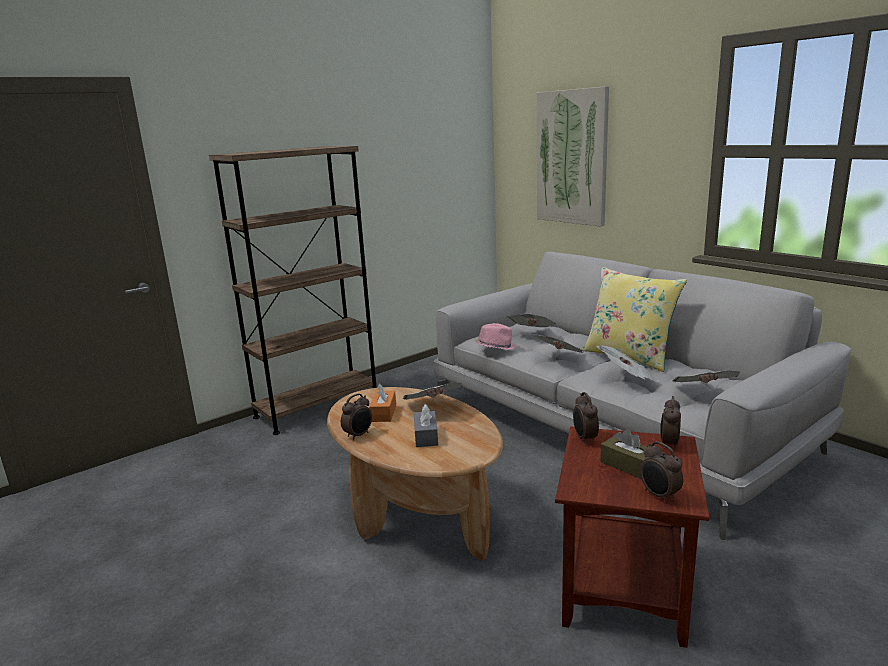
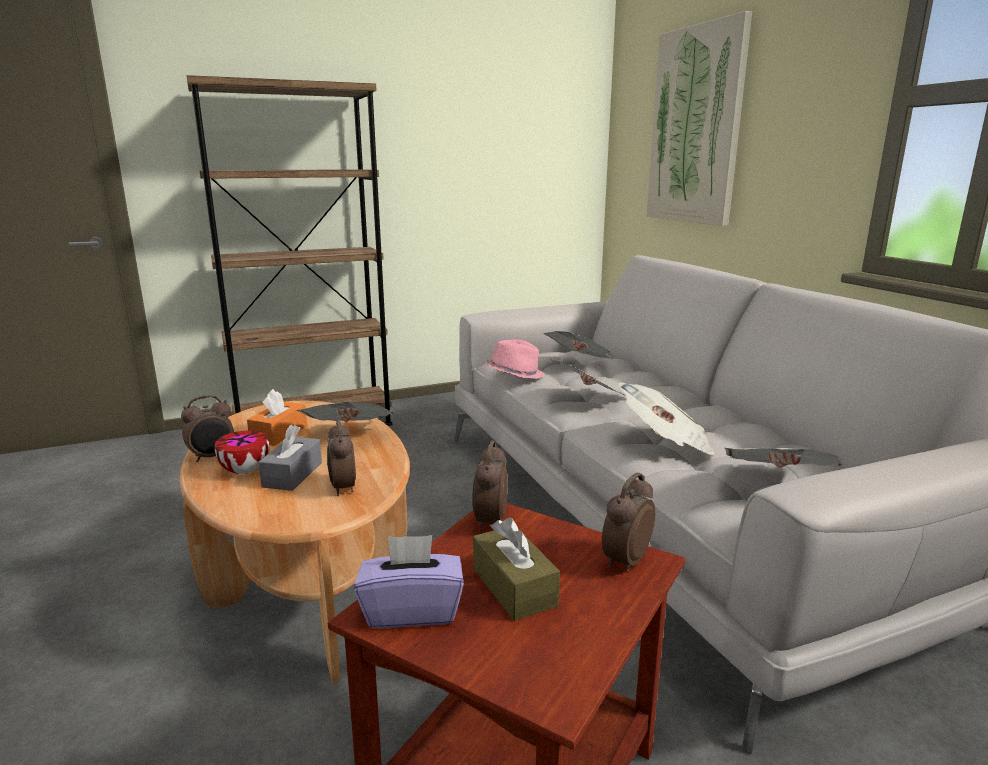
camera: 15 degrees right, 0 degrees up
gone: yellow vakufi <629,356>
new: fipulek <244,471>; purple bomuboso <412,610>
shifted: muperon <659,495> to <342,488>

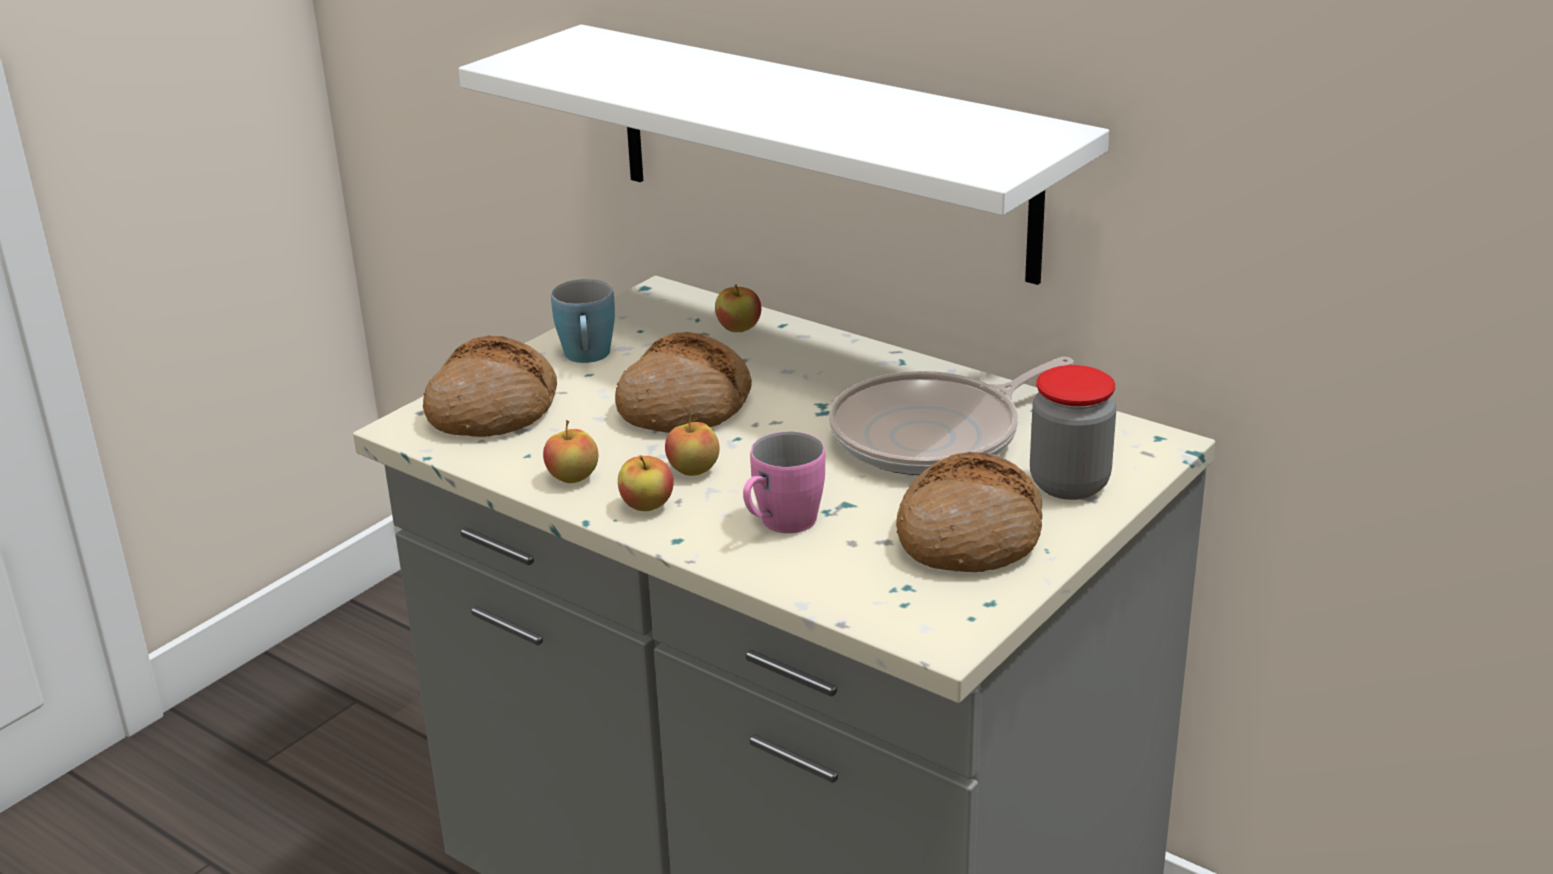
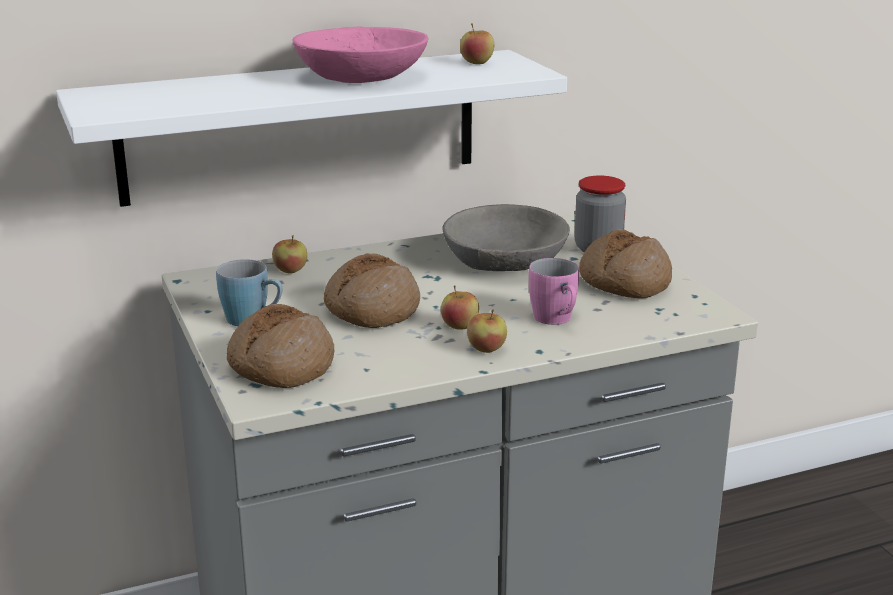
camera: 60 degrees left, 5 degrees down
new: pink fipulek <361,77>
shifted: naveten <572,478> to <476,63>
swapped: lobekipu <934,436> to grey fipulek <505,261>

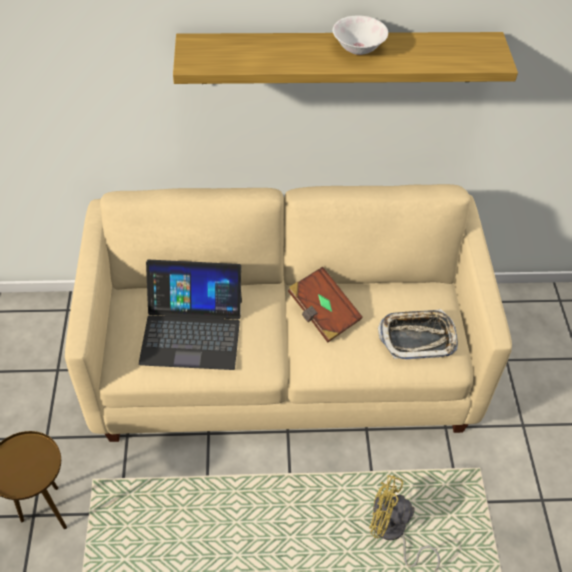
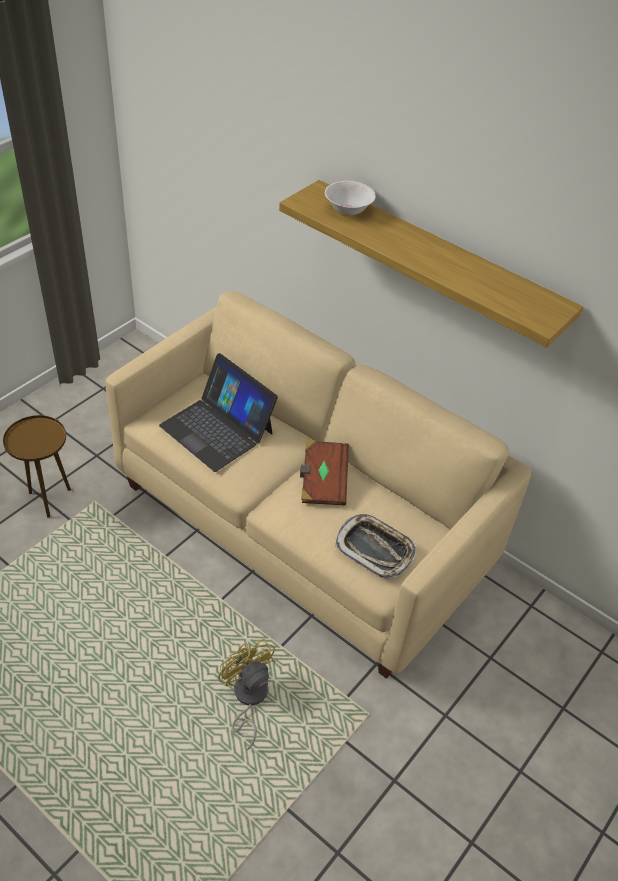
camera: 40 degrees right, 5 degrees down
shifted: white fipulek <358,48> to <348,210>

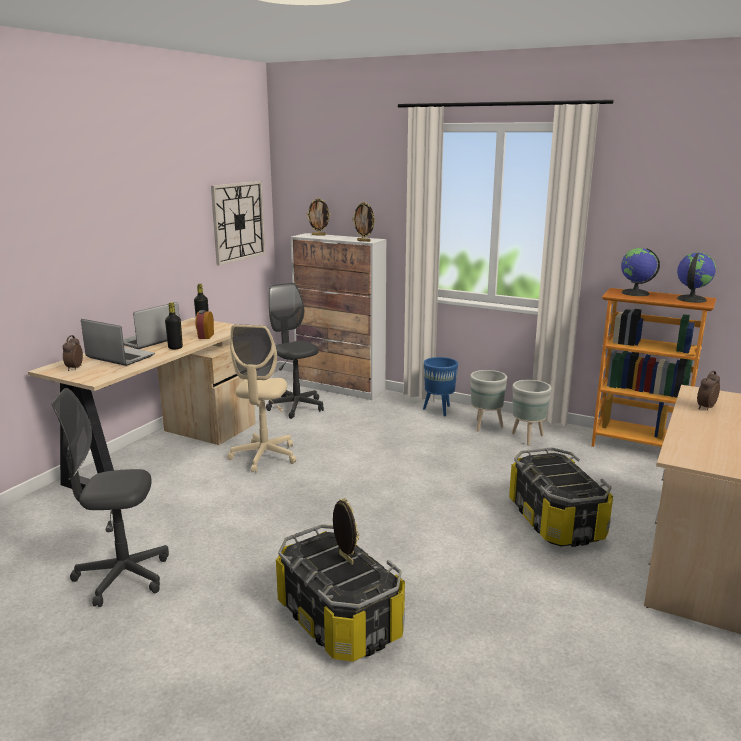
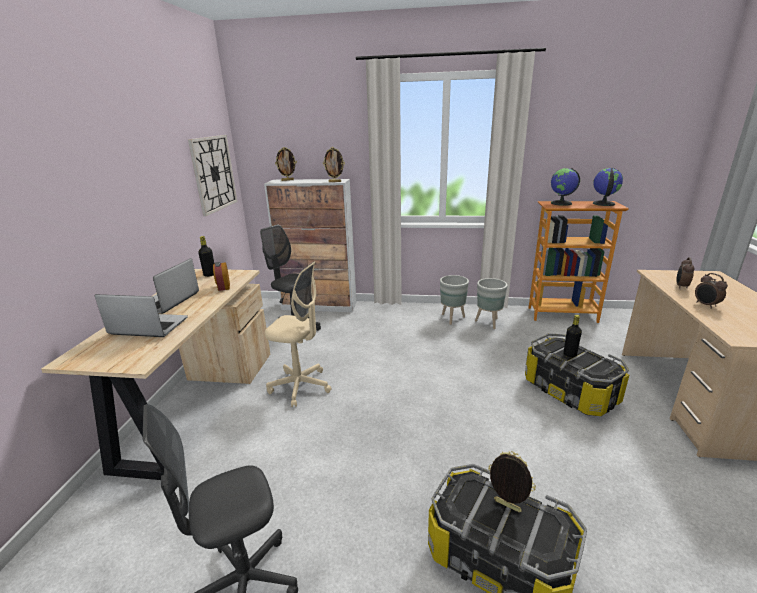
camera: 20 degrees left, 5 degrees up
gone: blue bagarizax <438,410>
shifted: muperon <74,368> to <705,305>; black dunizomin <175,348> to <569,354>
rotated: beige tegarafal <264,457> = <300,386> 60 degrees counterclockwise

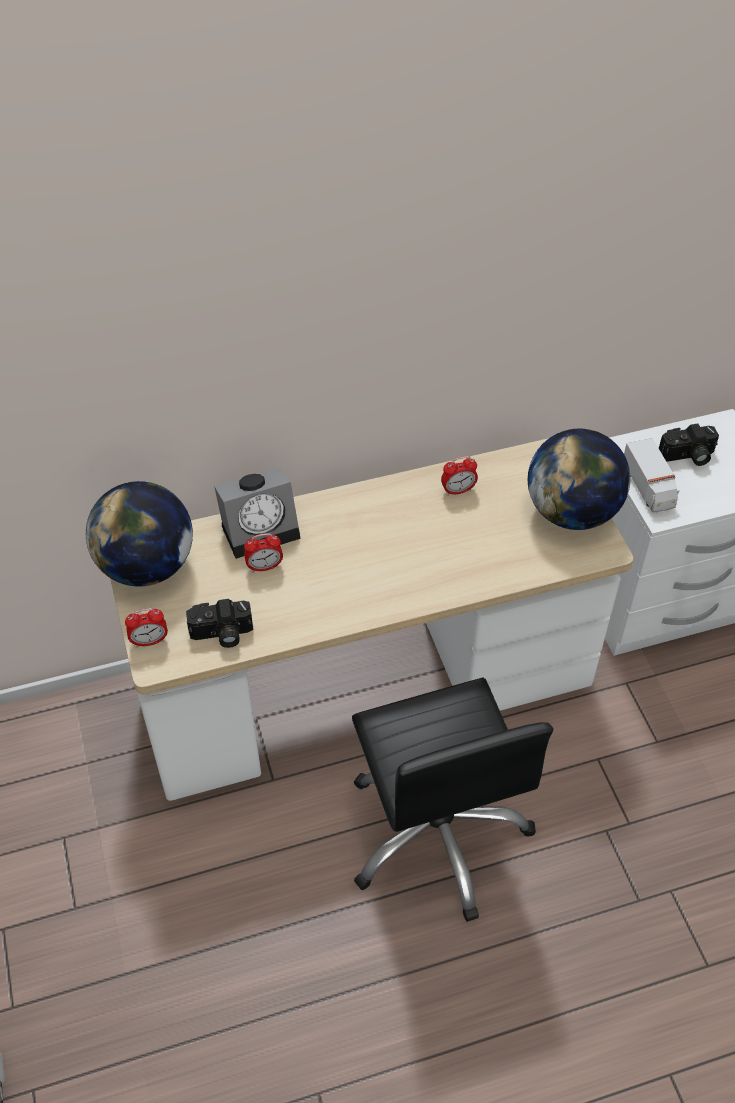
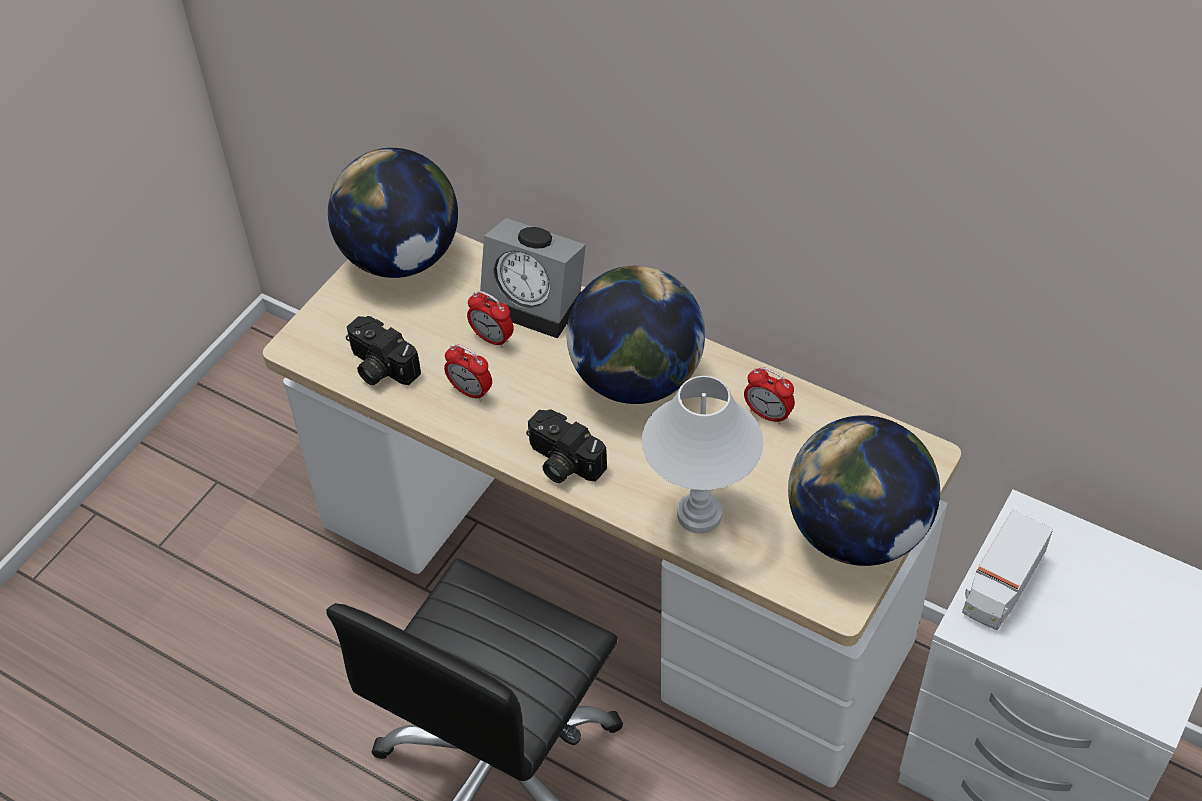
camera: 50 degrees right, 0 degrees up
new: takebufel <636,379>; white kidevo <698,515>
shifted: muperon <149,641> to <470,391>; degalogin <687,456> to <561,462>

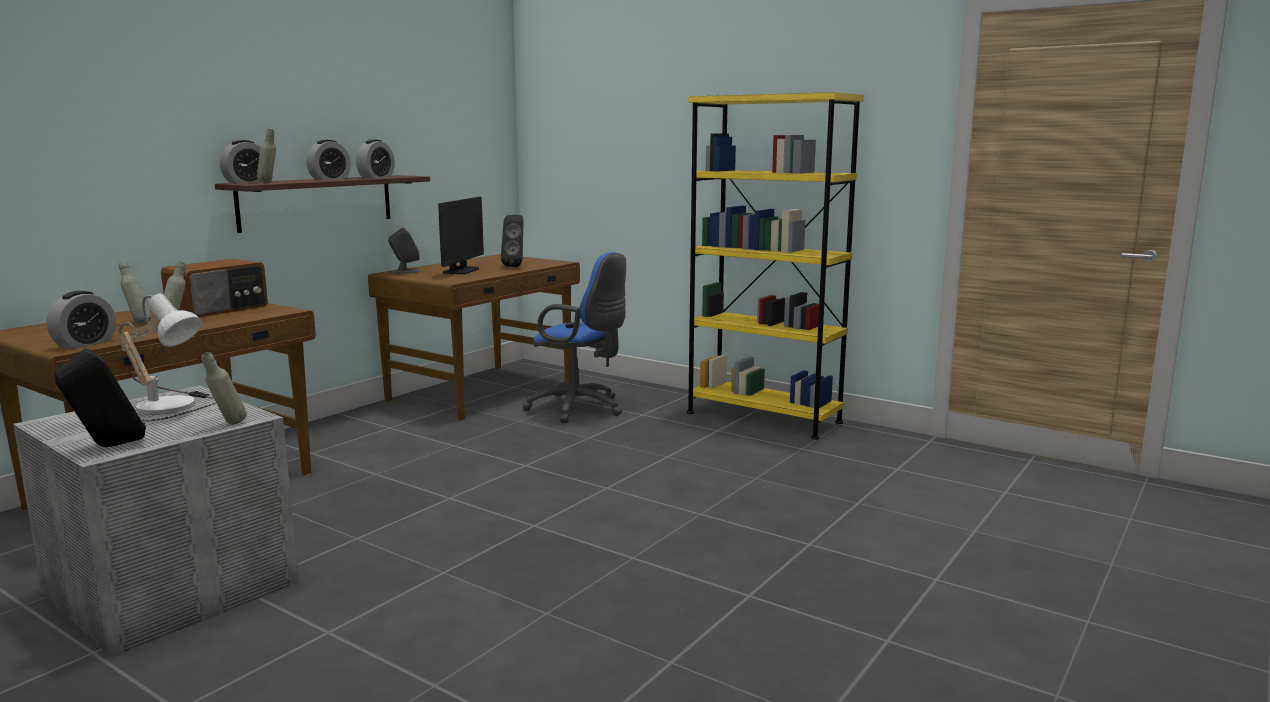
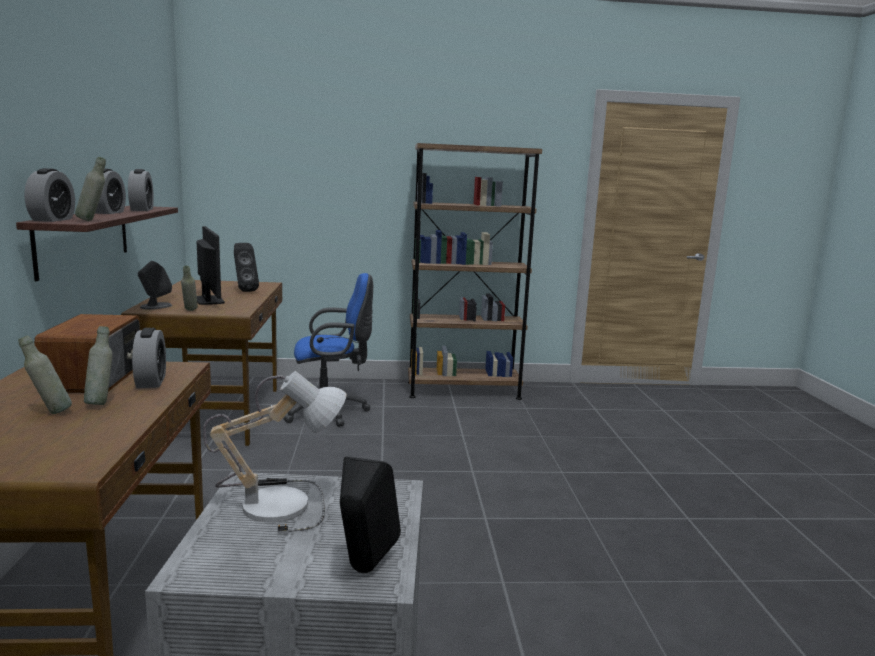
camera: 40 degrees left, 0 degrees up
shifted: muperon <85,344> to <151,381>; grey dunizomin <228,425> to <190,311>
repainted: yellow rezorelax <763,417> to brown rezorelax <463,390>

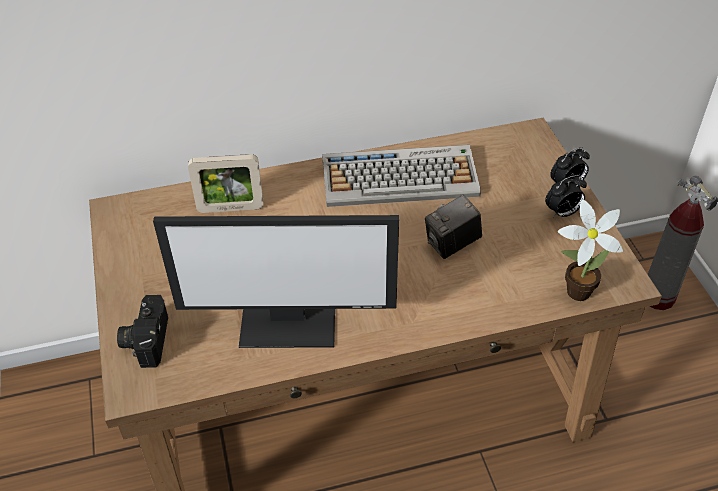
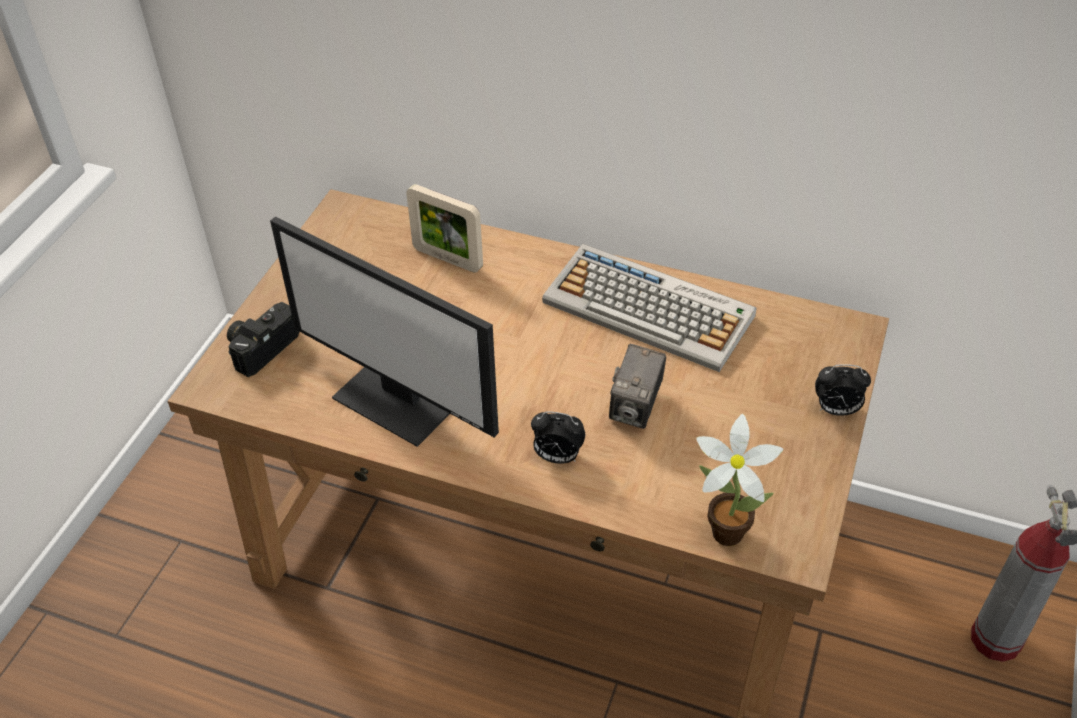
camera: 35 degrees right, 0 degrees up
shifted: muperon <562,213> to <557,457>
rotated: degalogin <452,245> = <635,408> 75 degrees counterclockwise

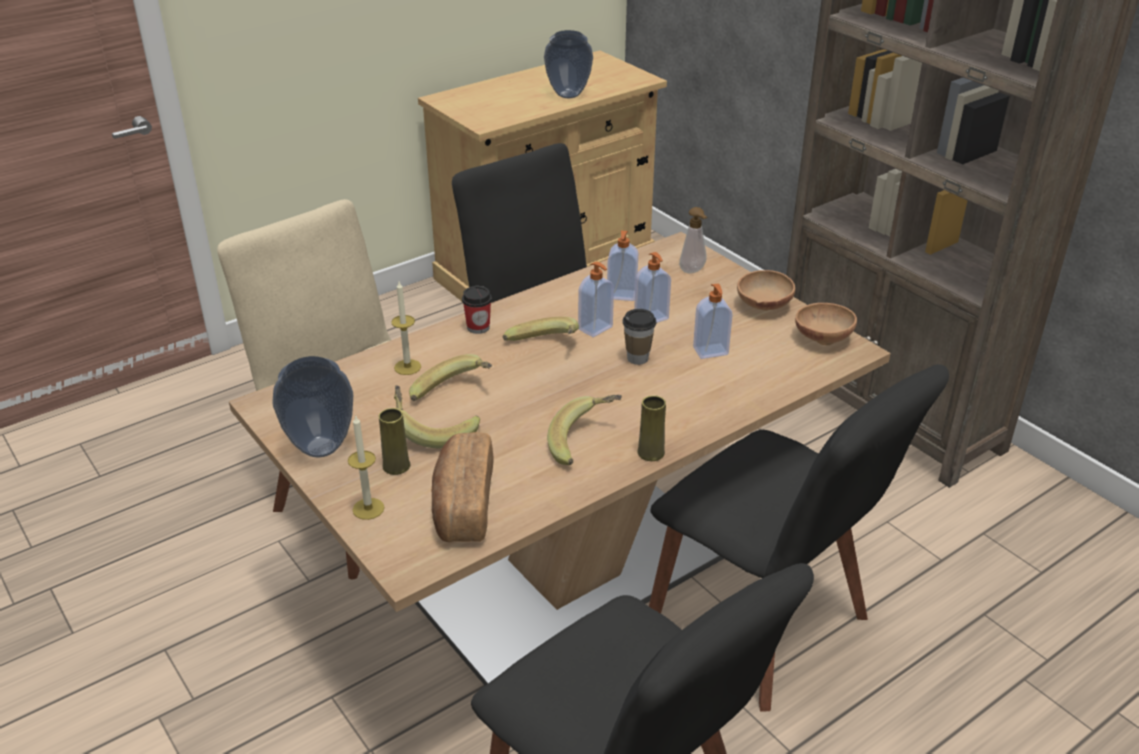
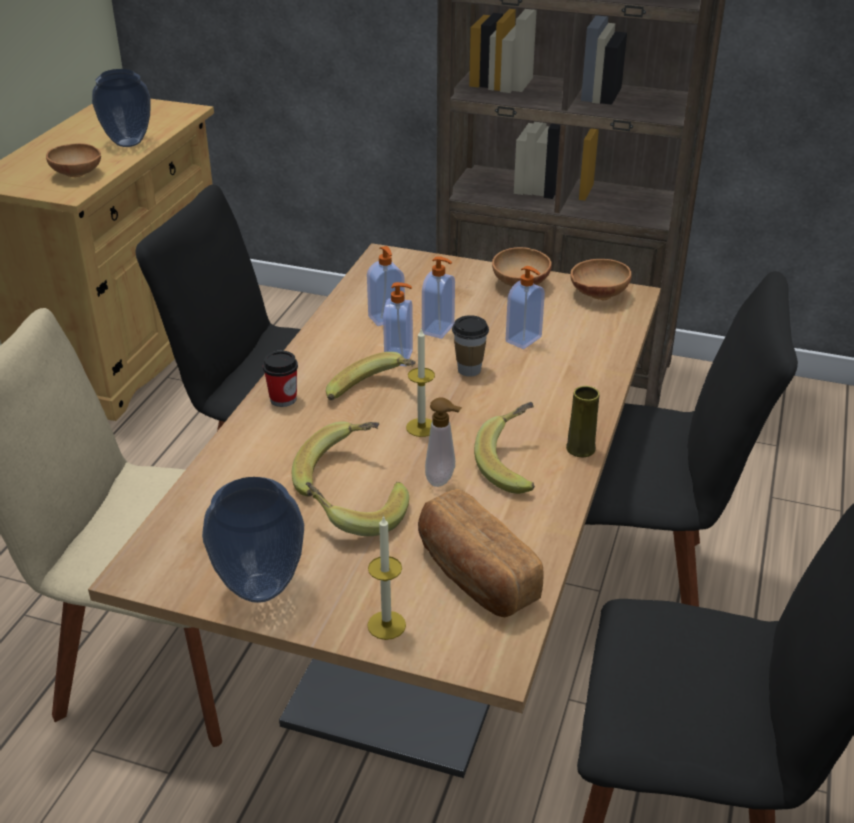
camera: 35 degrees left, 0 degrees up
gone: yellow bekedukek <396,466>
new: brown fipulek <78,175>
shifted: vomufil <407,367> to <421,427>; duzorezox <693,271> to <443,480>

